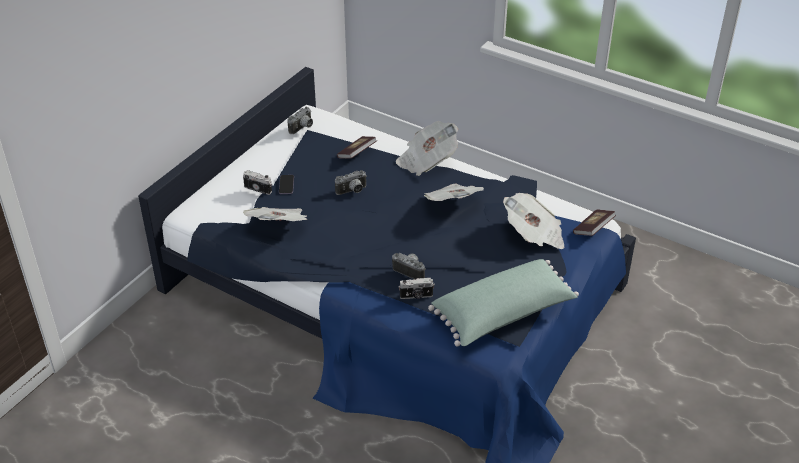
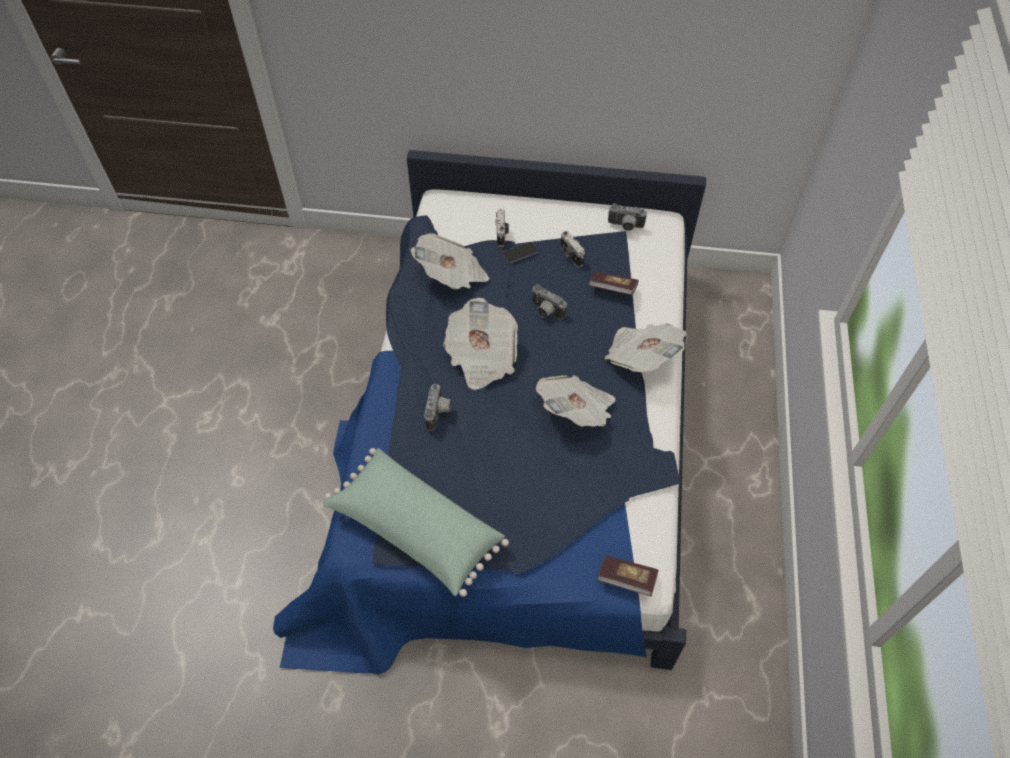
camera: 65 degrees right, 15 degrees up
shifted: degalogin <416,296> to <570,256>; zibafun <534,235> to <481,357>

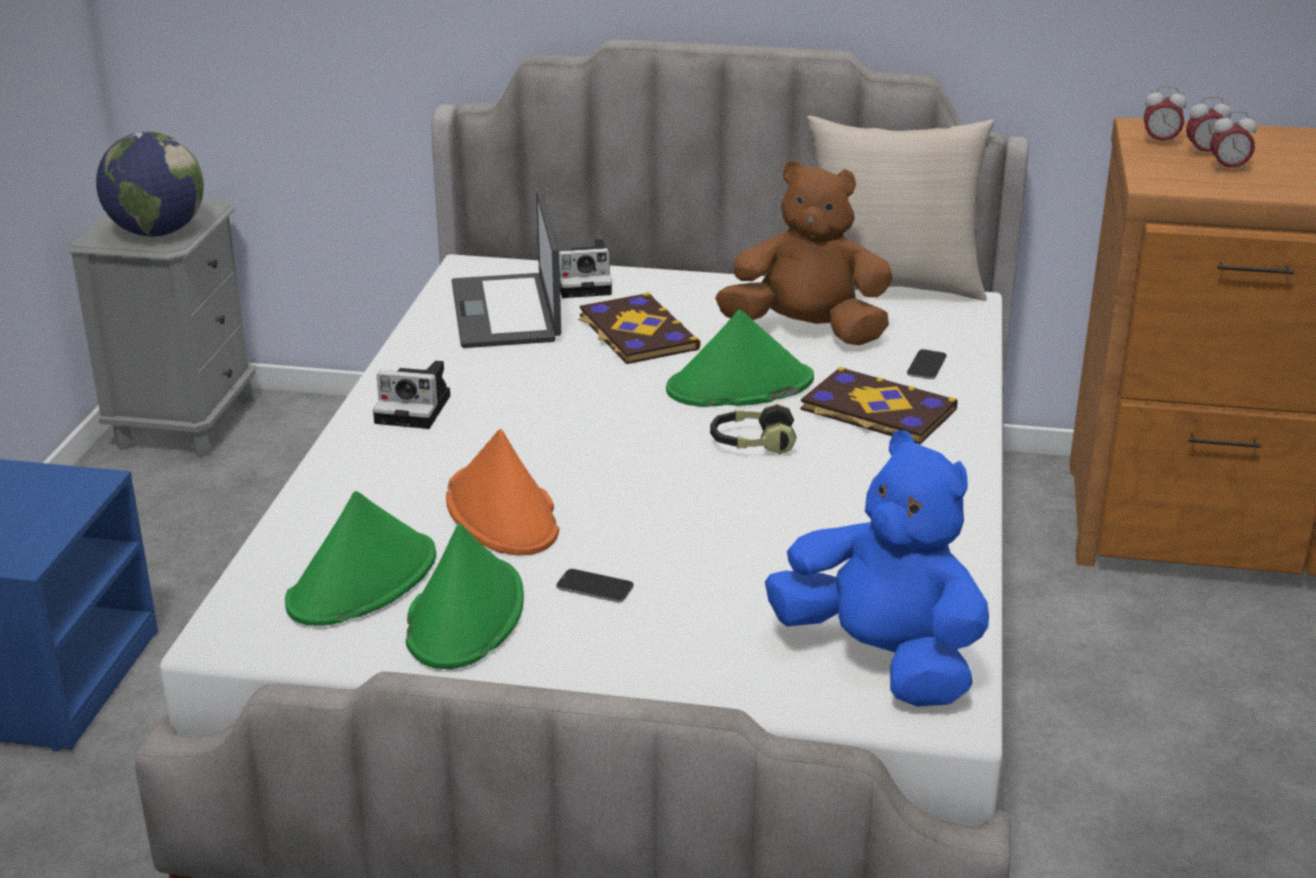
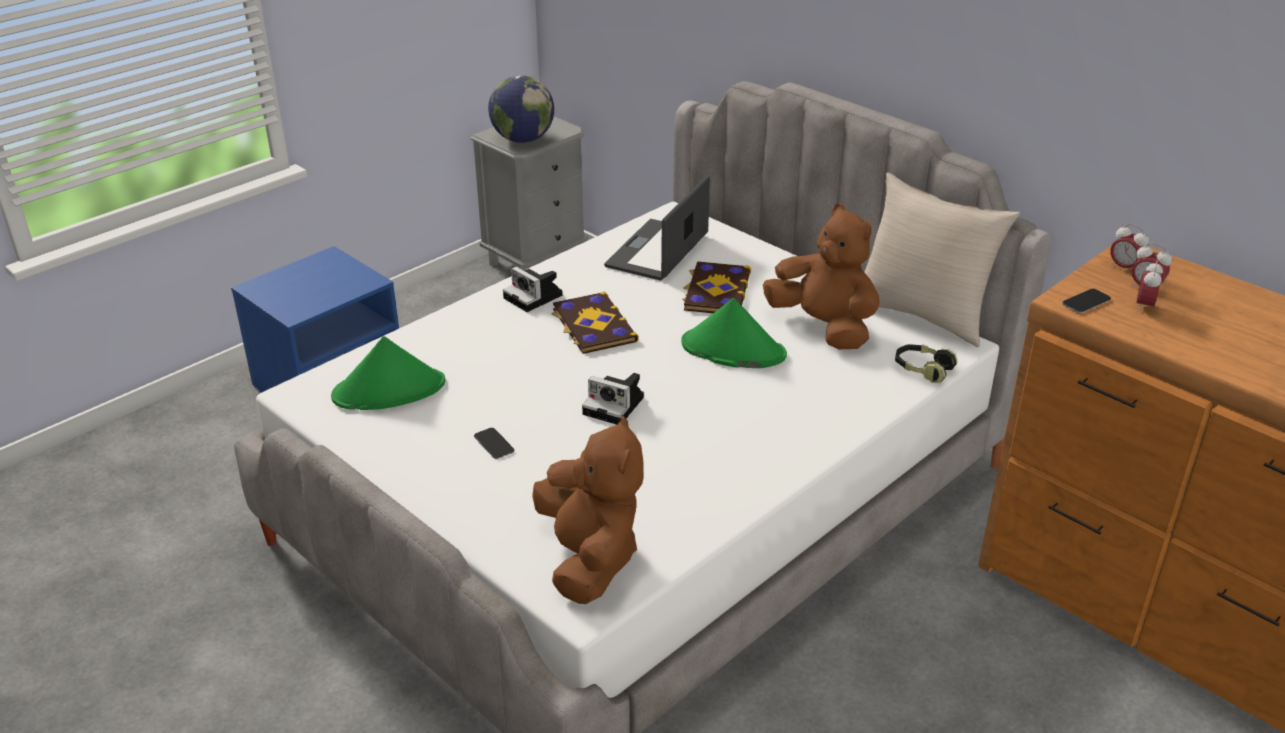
camera: 35 degrees right, 5 degrees up
gone: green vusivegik <465,615>; orange vusivegik <502,513>
shifted: degalogin <586,283> to <616,406>; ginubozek <752,444> to <922,370>; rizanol <877,411> to <593,325>; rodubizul <926,366> to <1086,302>
repainted: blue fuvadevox <882,659> to brown fuvadevox <589,559>
rotated: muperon <1228,168> = <1144,306> 75 degrees clockwise

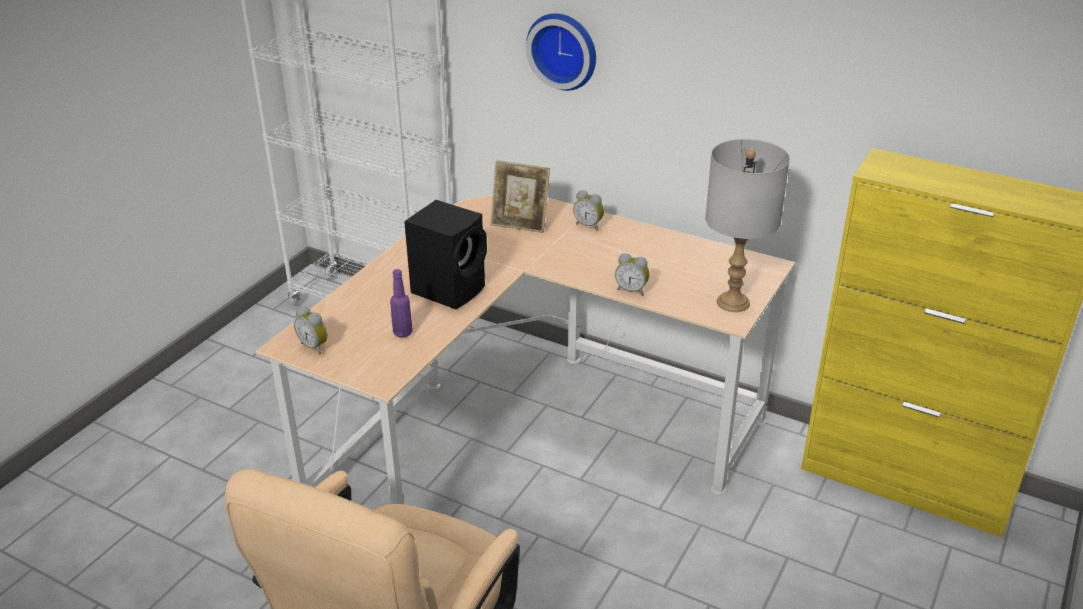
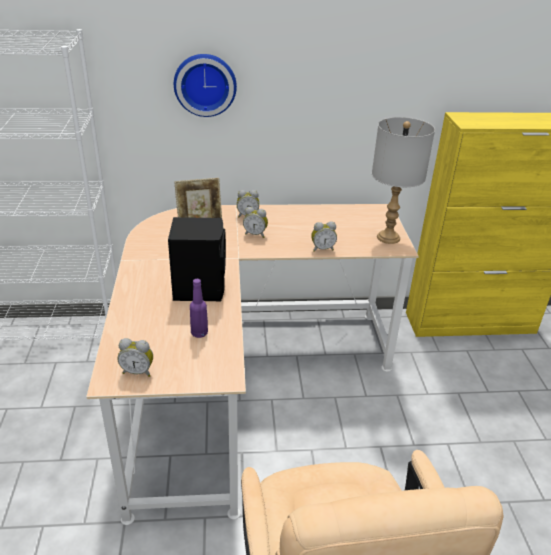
camera: 35 degrees left, 0 degrees up
new: muperon <255,234>

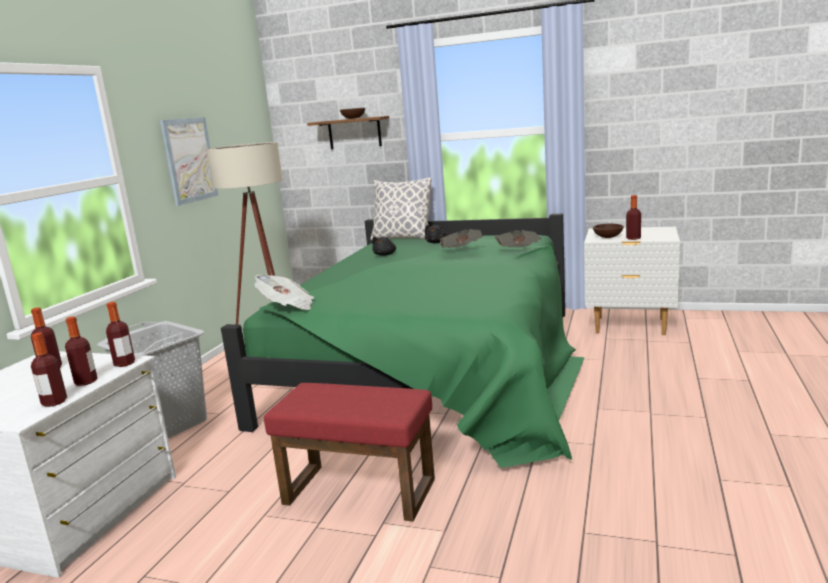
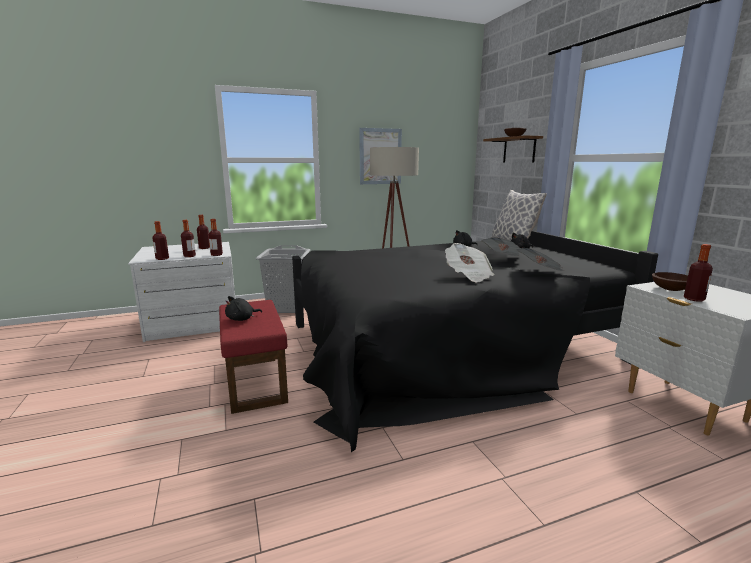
camera: 50 degrees right, 0 degrees up
new: black fuvadevox <242,319>
shifted: zibafun <287,307> to <468,275>
repainted: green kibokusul <437,367> to black kibokusul <446,347>

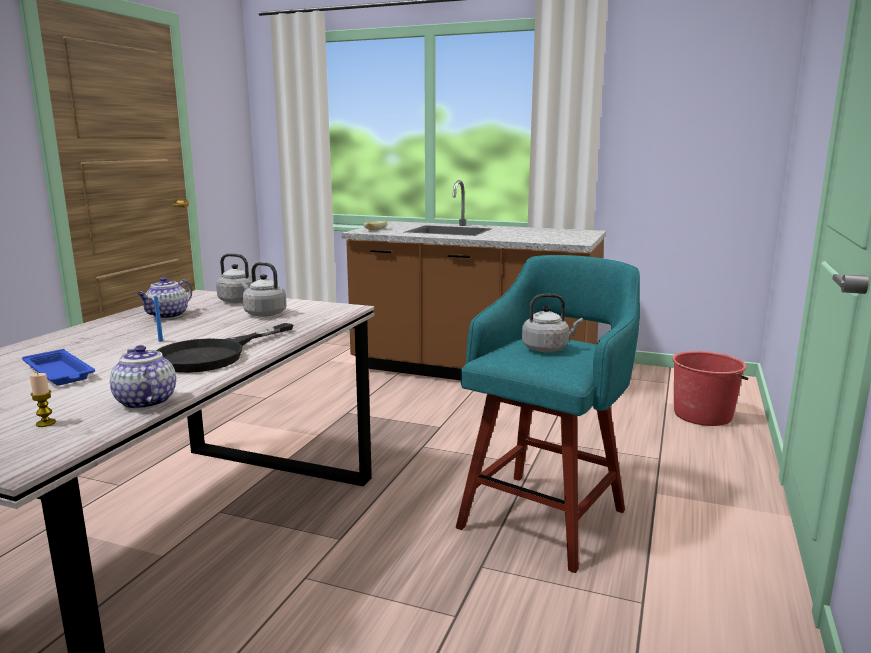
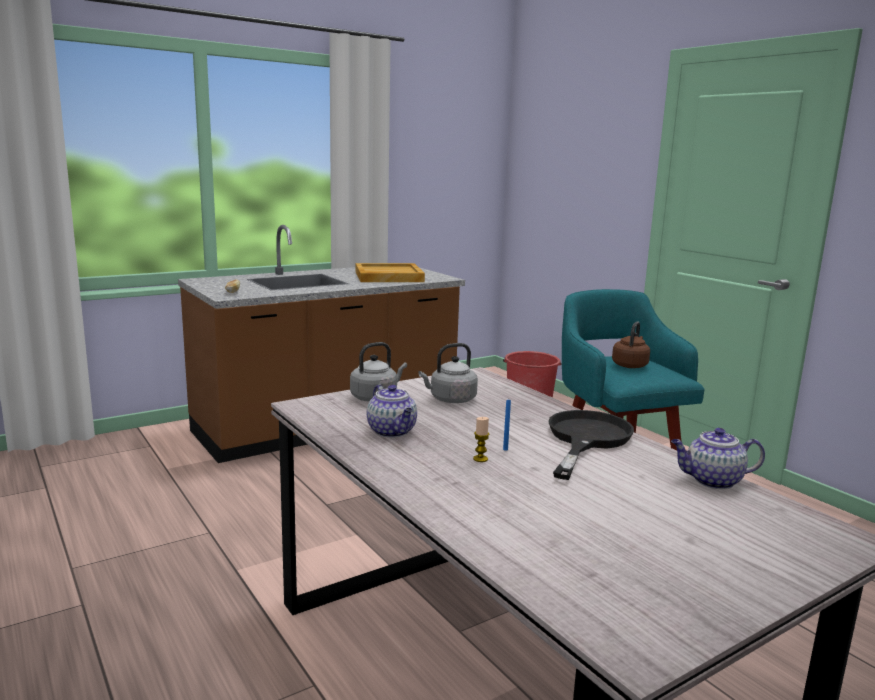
camera: 55 degrees left, 0 degrees up
gone: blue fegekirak <60,373>
new: beige fegekirak <388,276>
shifted: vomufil <46,423> to <480,459>
repainted: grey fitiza <547,348> to brown fitiza <630,365>
rotated: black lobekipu <213,355> = <586,439> 135 degrees counterclockwise

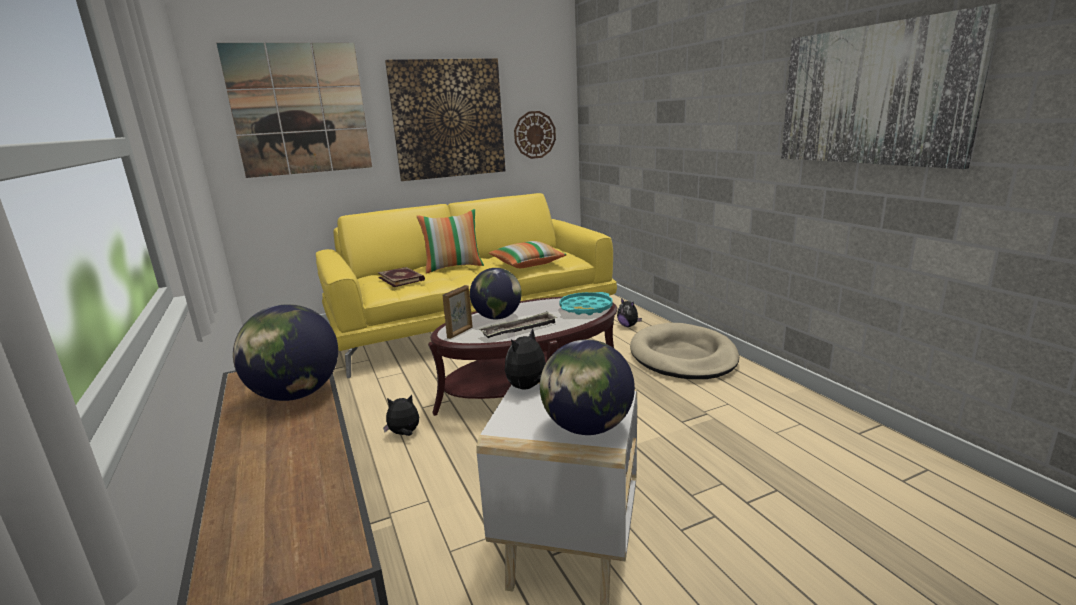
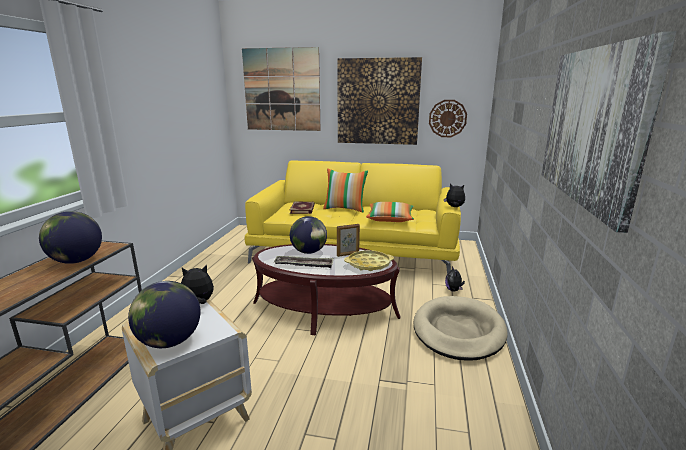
camera: 35 degrees right, 0 degrees up
shifted: fuvadevox <404,434> to <454,207>; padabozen <460,332> to <348,254>
repainted: turquoise fegekirak <586,308> to yellow fegekirak <369,264>

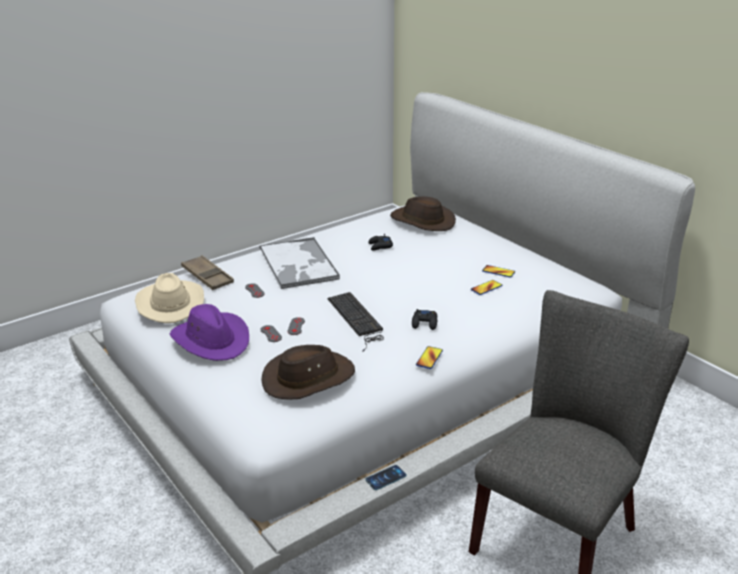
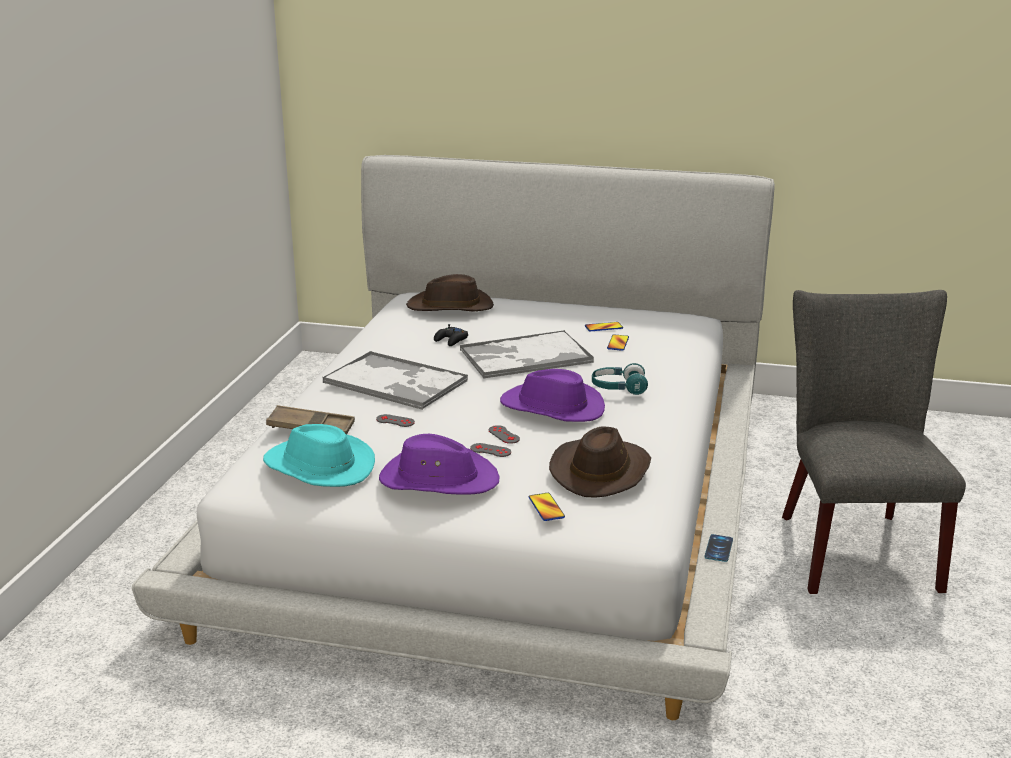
camera: 40 degrees left, 5 degrees down
new: fegekirak <524,357>
shifted: rodubizul <429,358> to <546,508>
swapped: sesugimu <357,319> to purple vusivegik <552,408>; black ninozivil <425,323> to turquoise ginubozek <618,388>
repainted: beige vusivegik <170,303> to turquoise vusivegik <318,467>

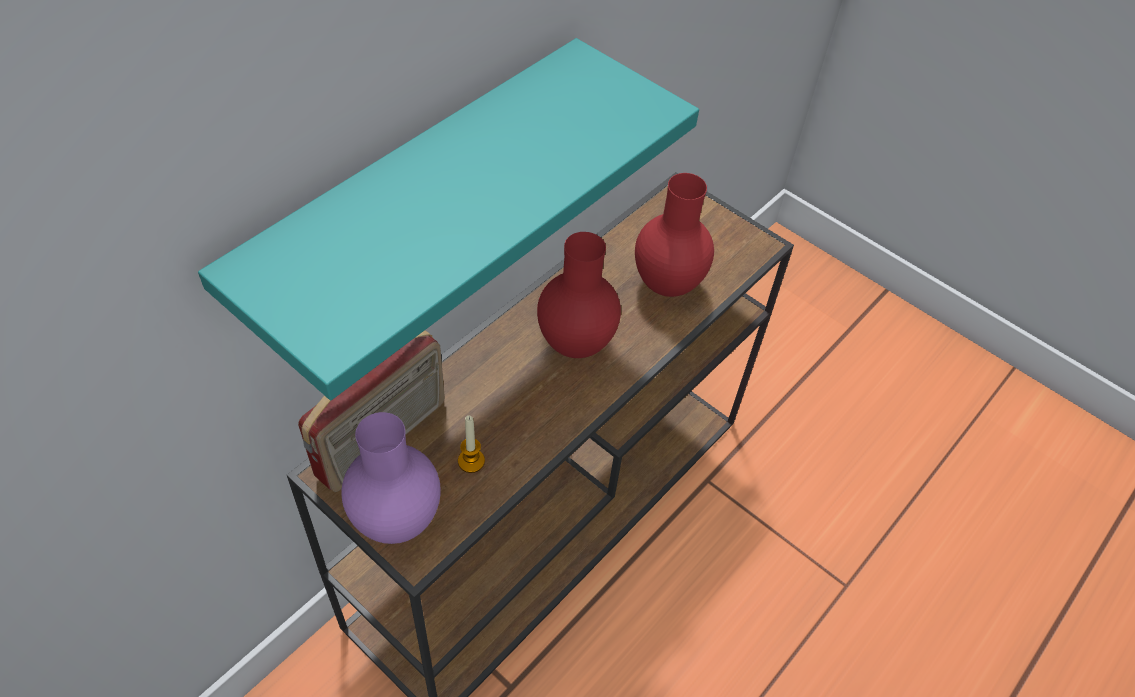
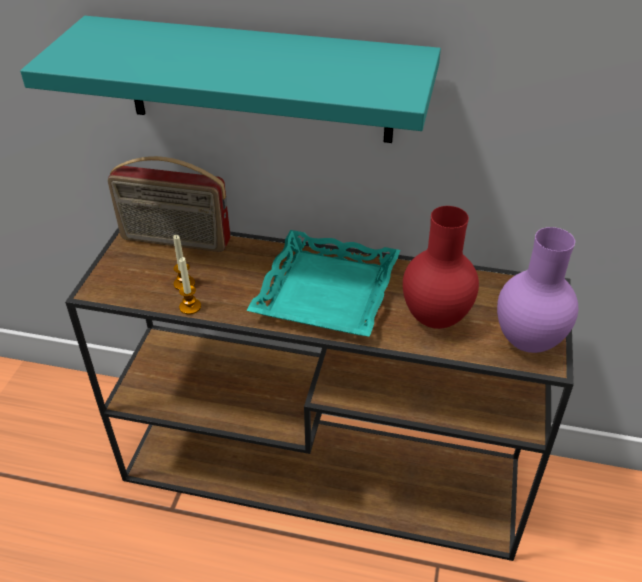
camera: 65 degrees right, 10 degrees down
new: vomufil <190,307>
shifted: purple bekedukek <397,523> to <526,343>
swapped: red bekedukek <573,344> to turquoise fegekirak <325,291>

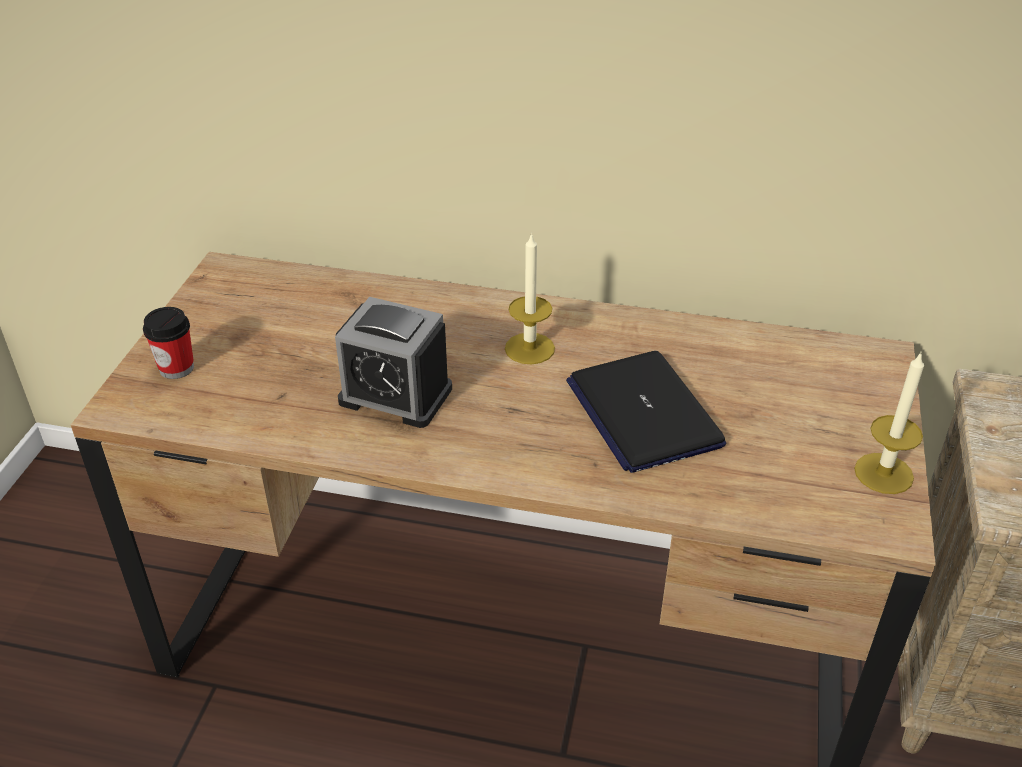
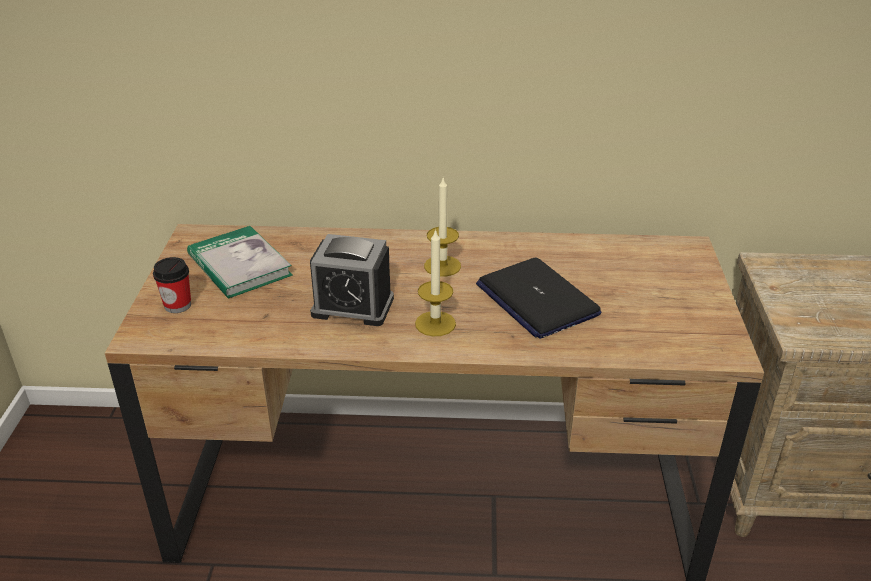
camera: 10 degrees left, 5 degrees down
new: rizanol <239,265>
shifted: vomufil <883,473> to <435,323>

